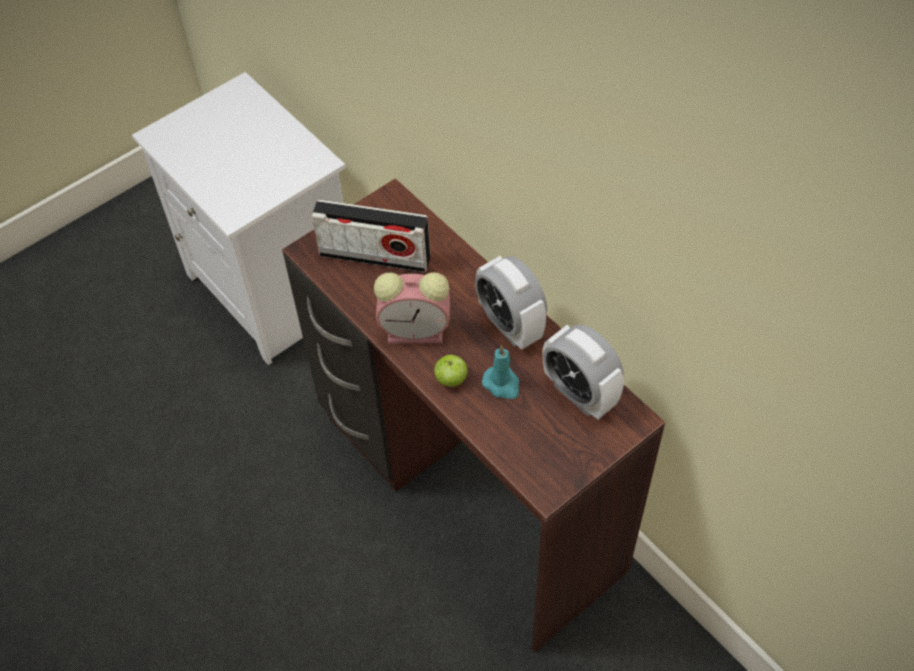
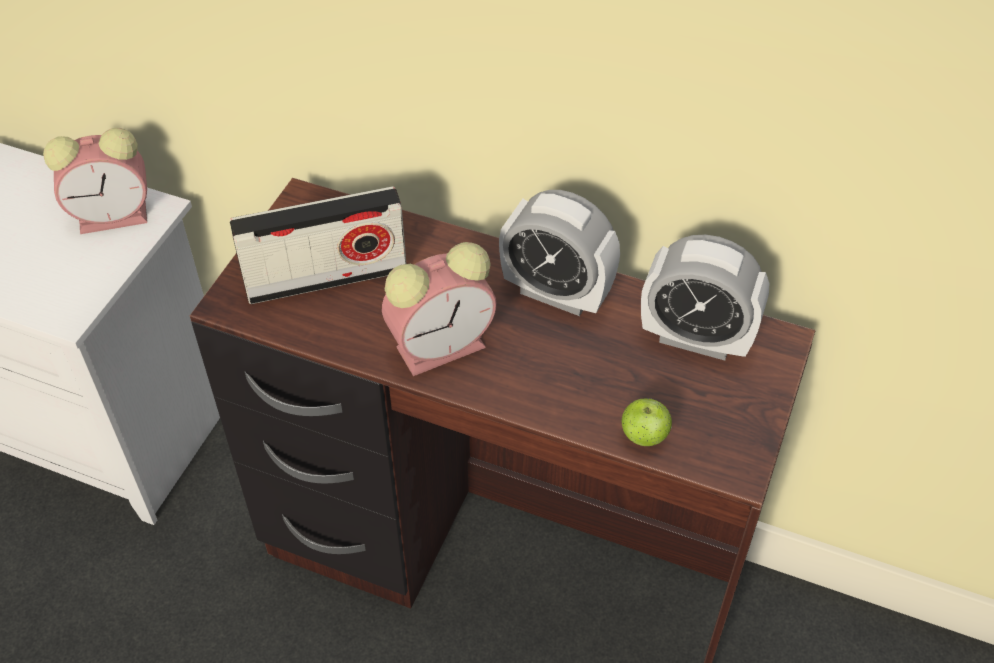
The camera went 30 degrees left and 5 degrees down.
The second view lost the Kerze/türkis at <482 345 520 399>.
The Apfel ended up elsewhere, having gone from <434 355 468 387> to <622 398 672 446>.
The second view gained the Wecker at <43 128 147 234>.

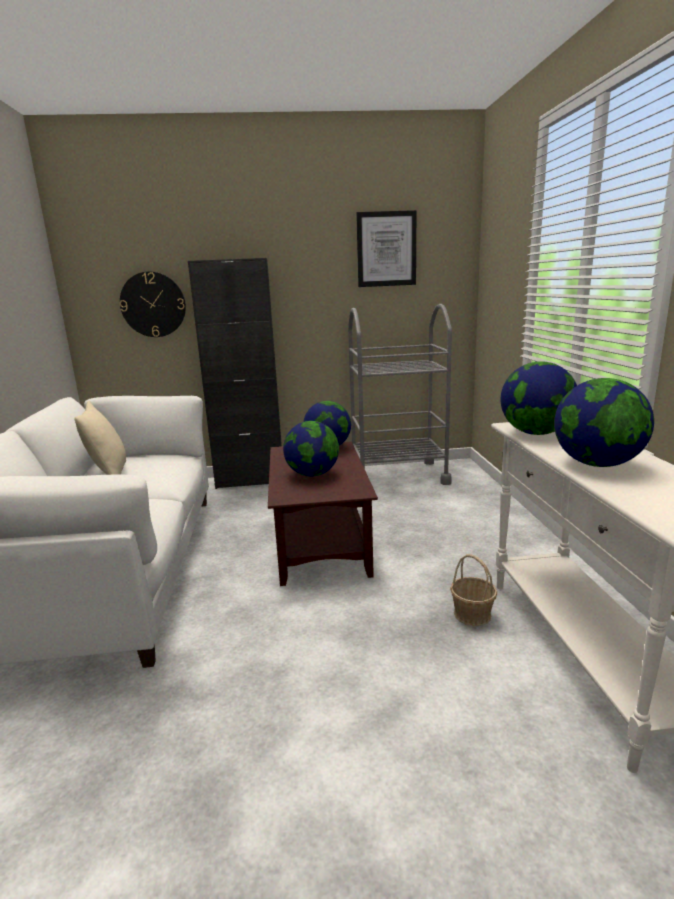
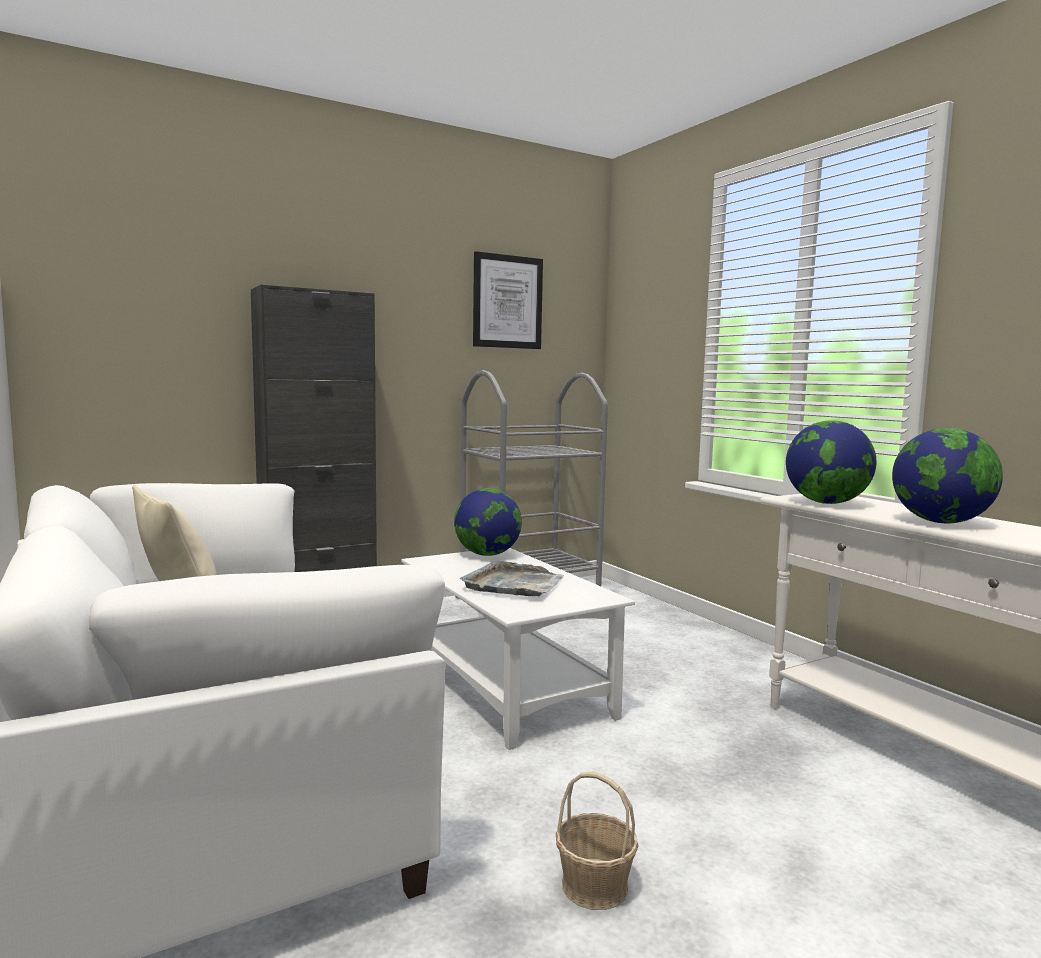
The camera went 25 degrees left and 10 degrees down.
The second view lost the Wanduhr at <120 272 186 337>.
Where the Globus stood at <283 421 339 477>, the Tablett/grau came to stand at <460 561 564 596>.
What was the Couchtisch/braun at <268 442 378 586> turned into the Couchtisch/weiß at <401 548 635 750>.
The Korb ended up elsewhere, having gone from <450 554 497 626> to <556 772 639 910>.

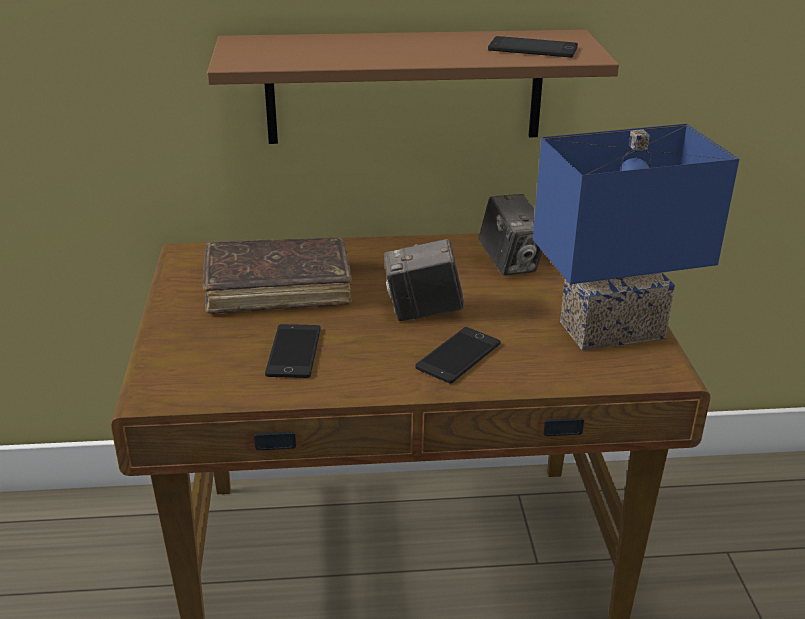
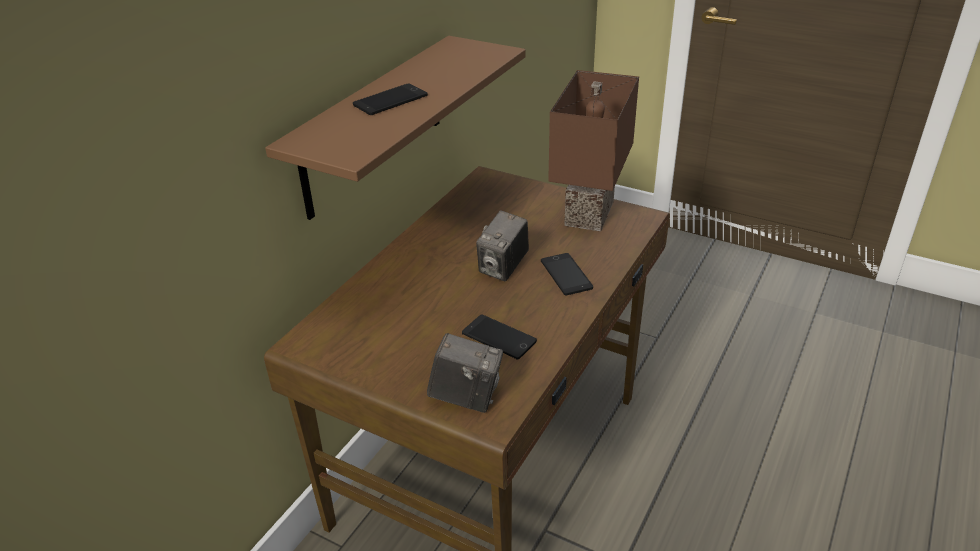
The camera went 55 degrees left and 5 degrees up.
The Handy ended up elsewhere, having gone from <488 36 578 58> to <353 83 428 115>.
What was the Tischlampe/blau at <533 124 739 351> turned into the Tischlampe/braun at <548 70 639 232>.
The Kamera ended up elsewhere, having gone from <478 194 542 276> to <427 333 503 413>.
The second view lost the Buch/braun at <203 237 352 314>.

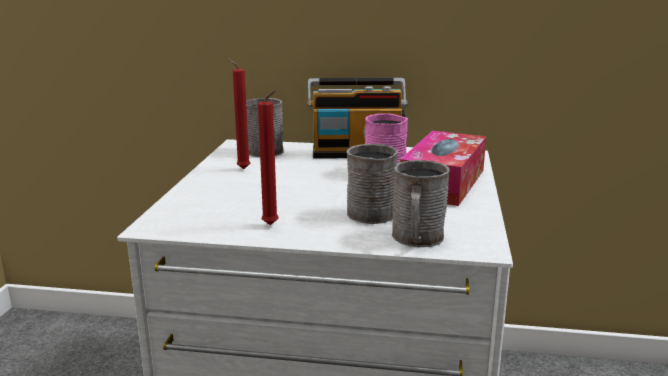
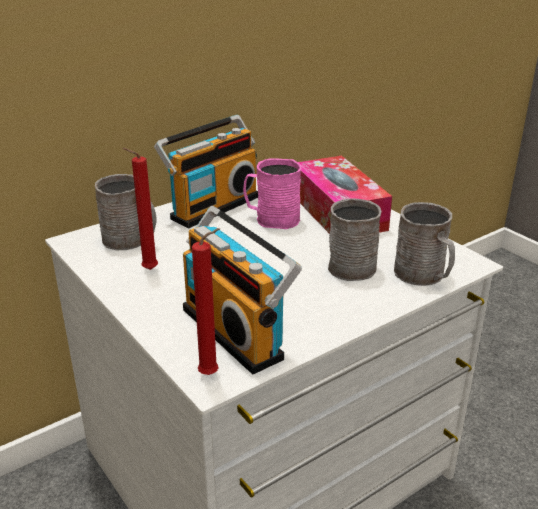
The camera went 45 degrees left and 10 degrees up.
The Kerze/rot ended up elsewhere, having gone from <258 90 279 225> to <192 228 220 375>.
The second view gained the Radio at <183 206 302 374>.

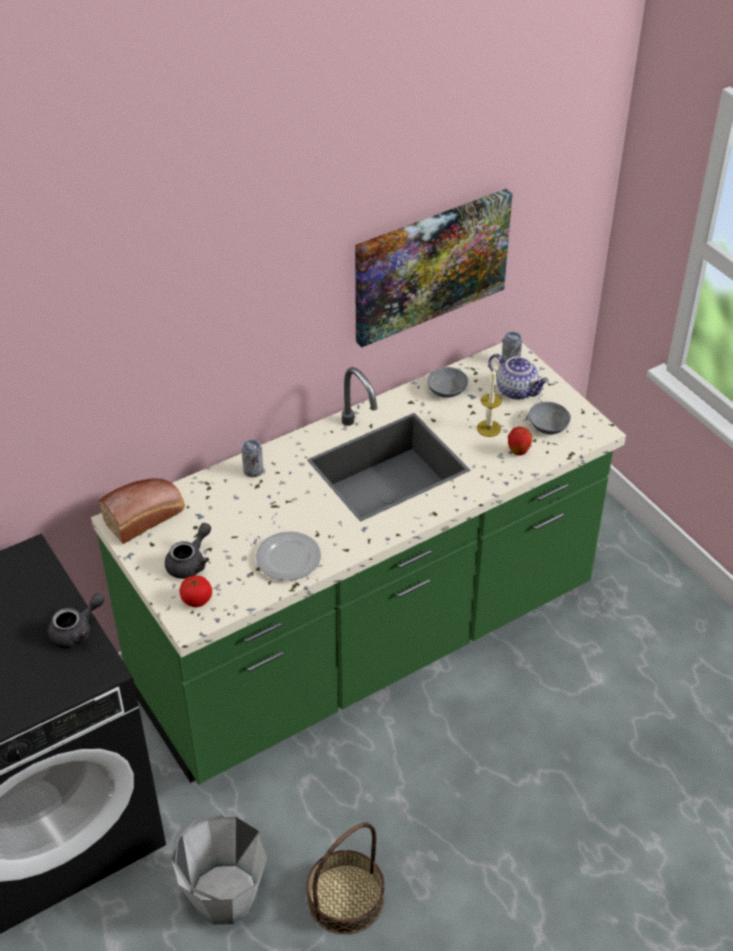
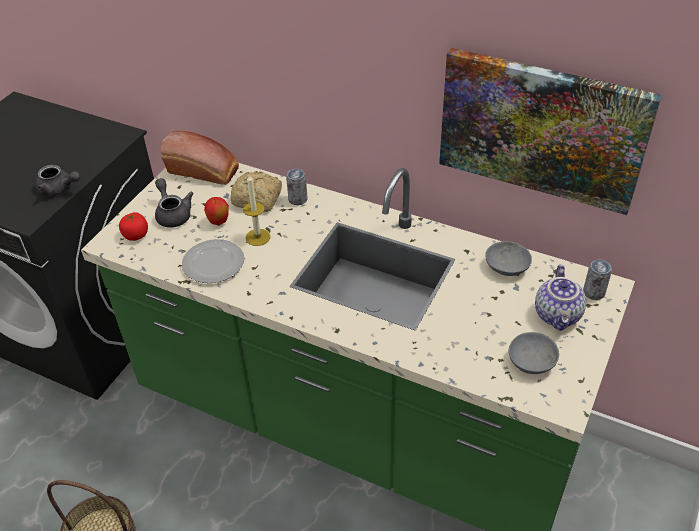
The camera went 60 degrees right and 0 degrees up.
The Kerze ended up elsewhere, having gone from <477 369 502 437> to <243 175 270 246>.
The Apfel ended up elsewhere, having gone from <508 427 532 456> to <204 197 229 225>.
The Teekanne/grau at <165 523 211 579> ended up facing another way, 120 degrees counterclockwise from before.
The second view lost the Eimer/grau at <171 815 268 925>.
The second view gained the Brot at <231 171 282 212>.

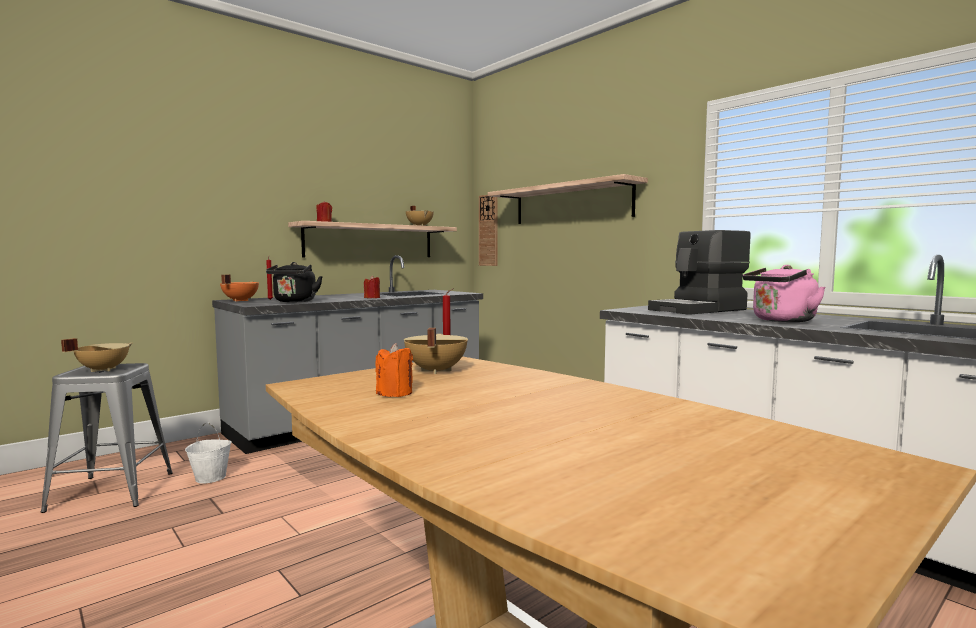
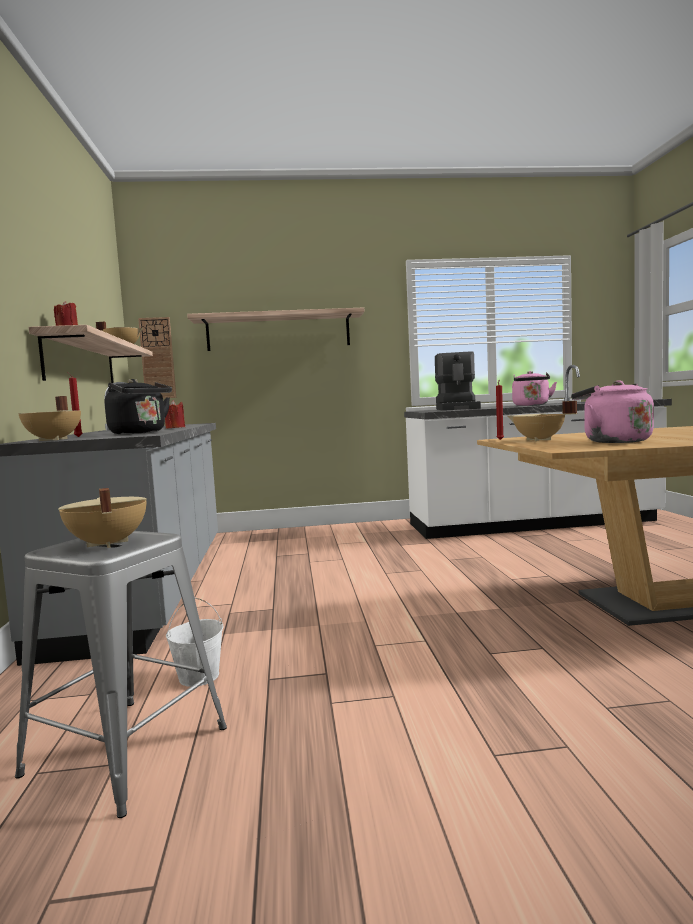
The camera went 55 degrees left and 0 degrees up.
What was the Kochtopf/orange at <220 274 259 302> turned into the Kochtopf/beige at <18 396 81 441>.
Where the Kerze/orange stood at <375 343 413 397>, the Wasserkessel/rosa came to stand at <571 380 654 443>.

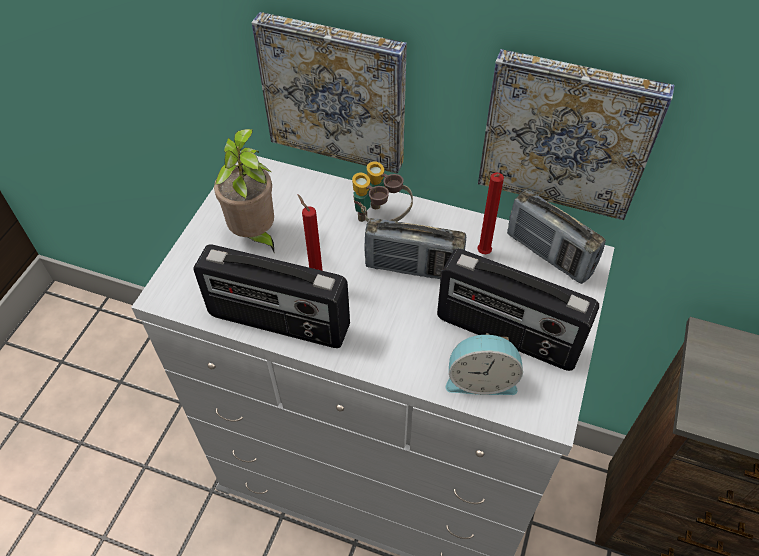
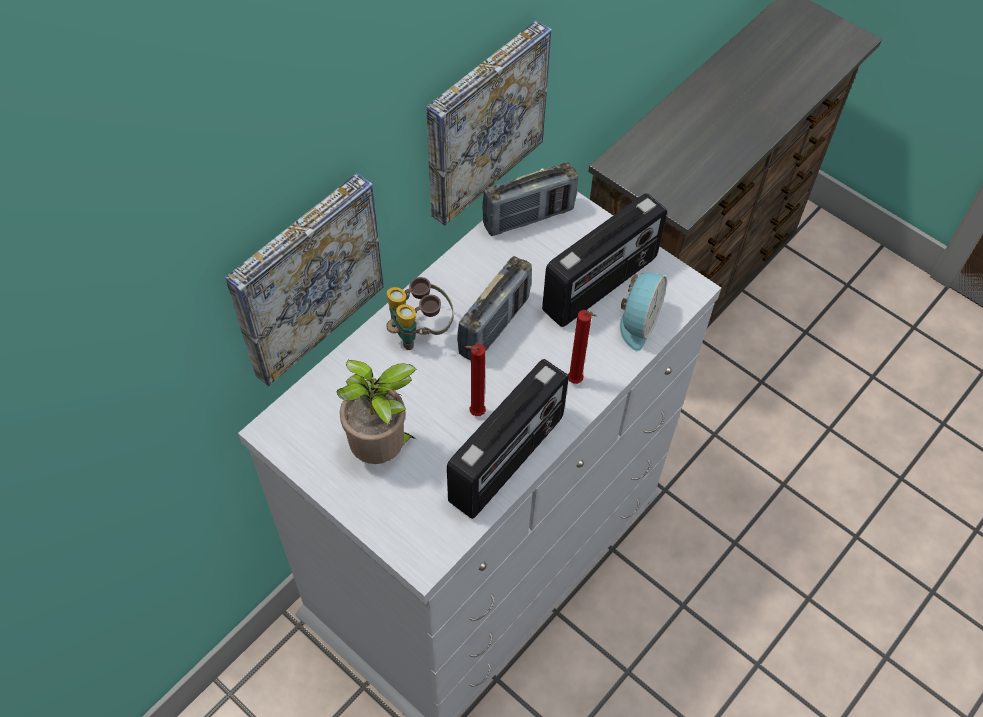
The camera went 70 degrees left and 5 degrees up.
The Kerze/rot ended up elsewhere, having gone from <477 172 504 254> to <568 310 597 384>.

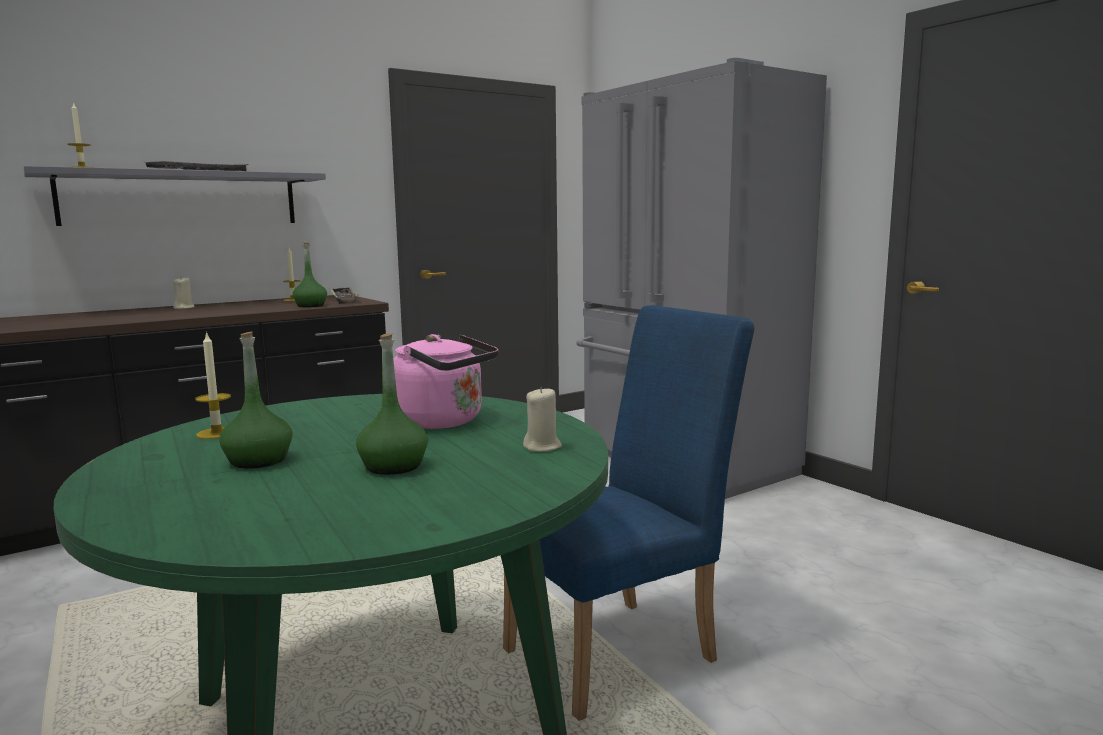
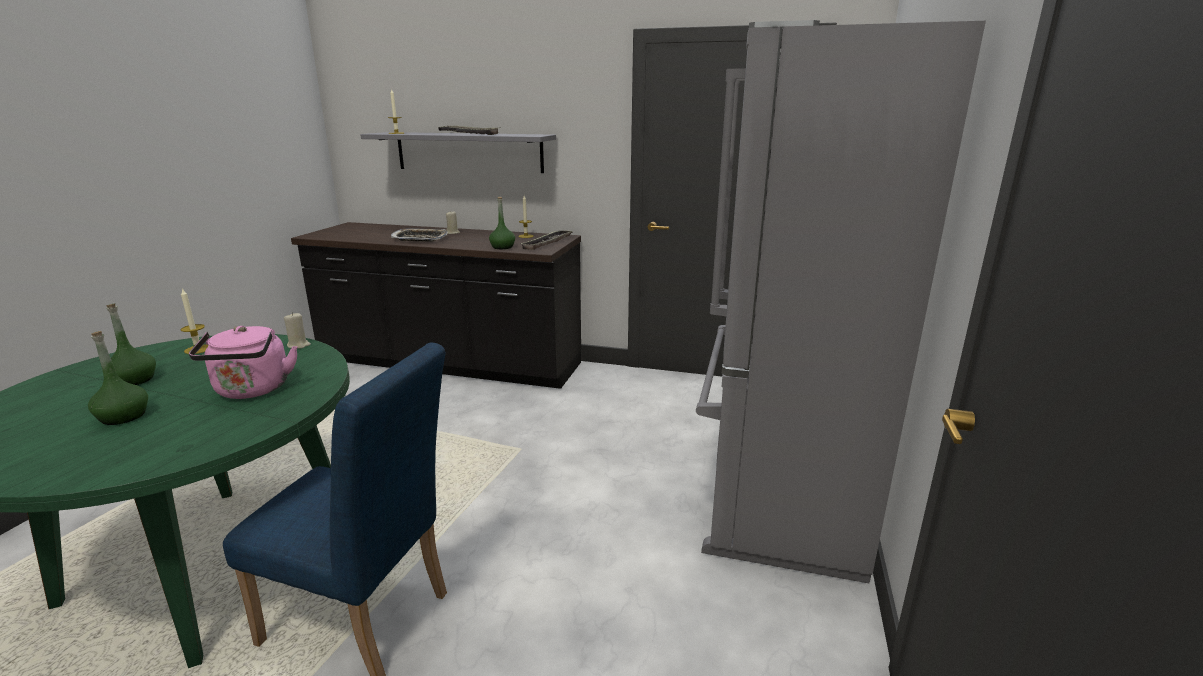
The camera went 50 degrees right and 10 degrees up.
The Kerze/beige ended up elsewhere, having gone from <523 387 562 452> to <284 312 311 349>.
The second view gained the Tablett at <391 228 448 242>.

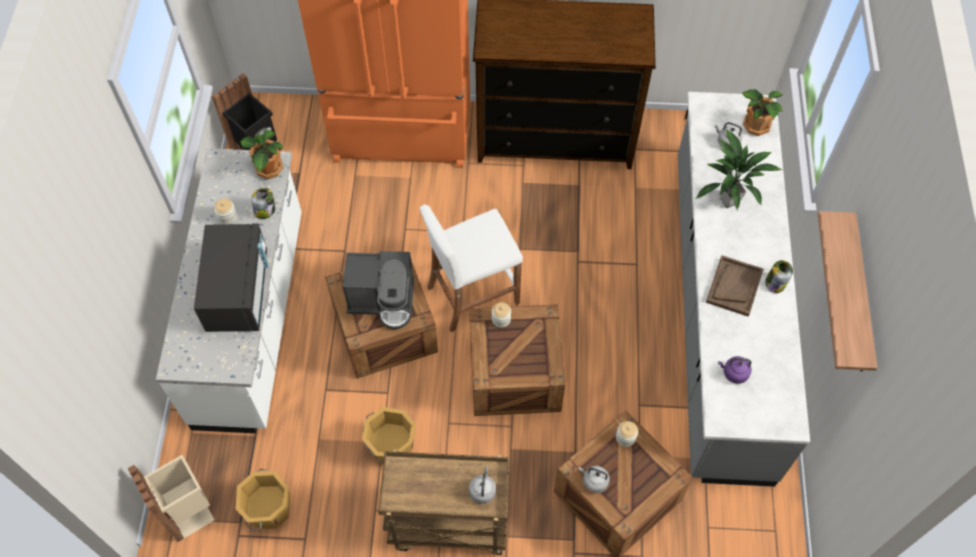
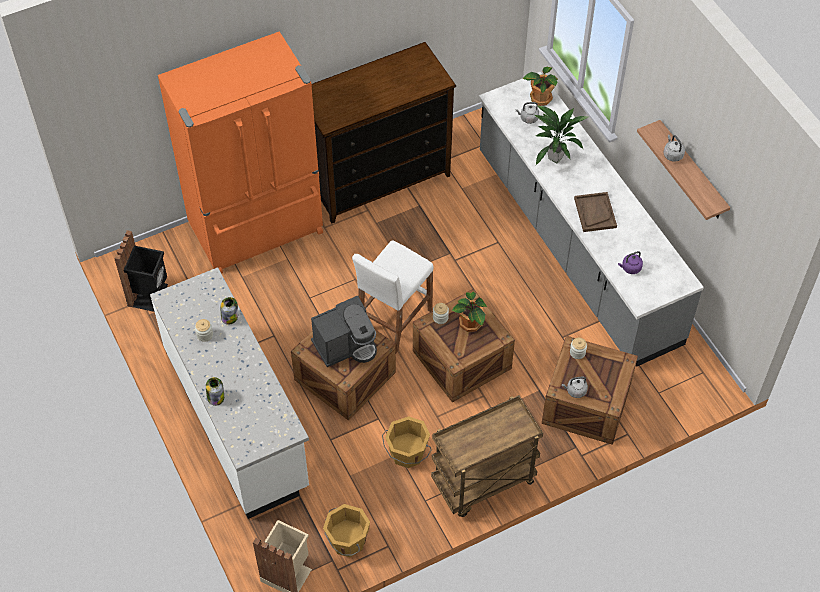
The camera went 30 degrees left and 5 degrees down.
The Topfpflanze ended up elsewhere, having gone from <241 130 284 179> to <452 292 487 332>.
The second view lost the Mikrowelle/schwarz at <194 223 268 332>.
The Vorratsglas ended up elsewhere, having gone from <765 260 793 293> to <206 377 224 406>.
The Wasserkessel/grau ended up elsewhere, having gone from <469 466 496 504> to <664 135 685 162>.

